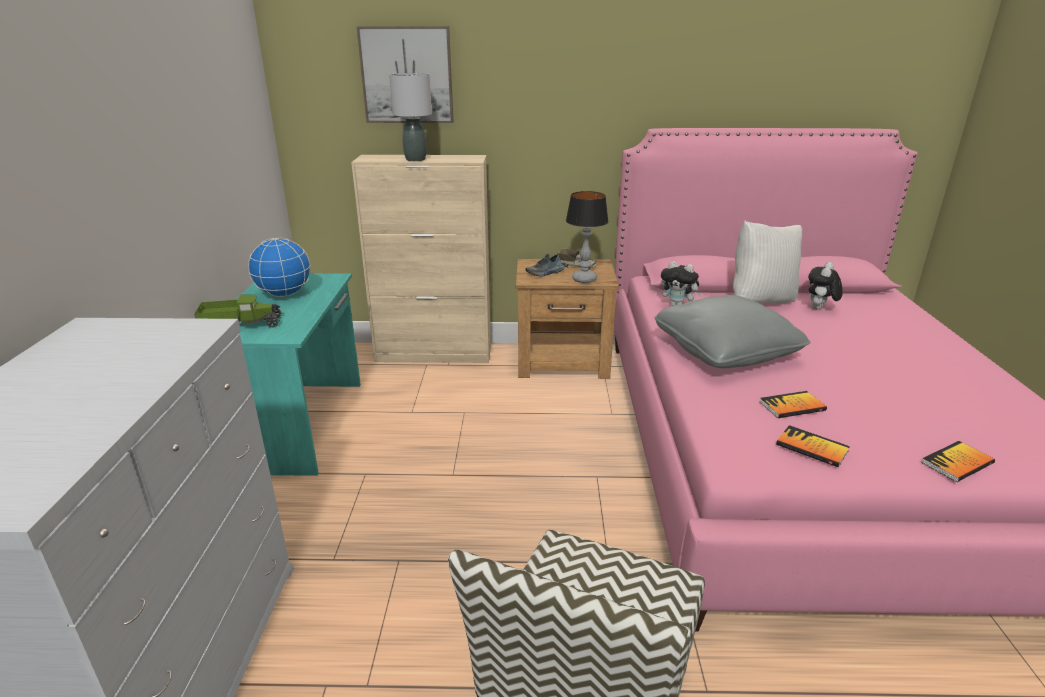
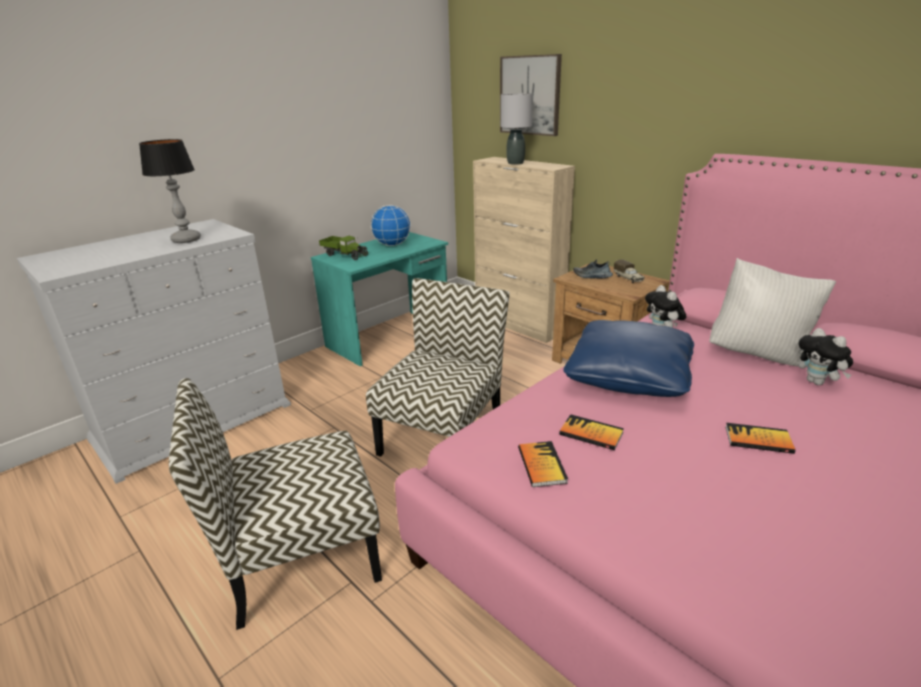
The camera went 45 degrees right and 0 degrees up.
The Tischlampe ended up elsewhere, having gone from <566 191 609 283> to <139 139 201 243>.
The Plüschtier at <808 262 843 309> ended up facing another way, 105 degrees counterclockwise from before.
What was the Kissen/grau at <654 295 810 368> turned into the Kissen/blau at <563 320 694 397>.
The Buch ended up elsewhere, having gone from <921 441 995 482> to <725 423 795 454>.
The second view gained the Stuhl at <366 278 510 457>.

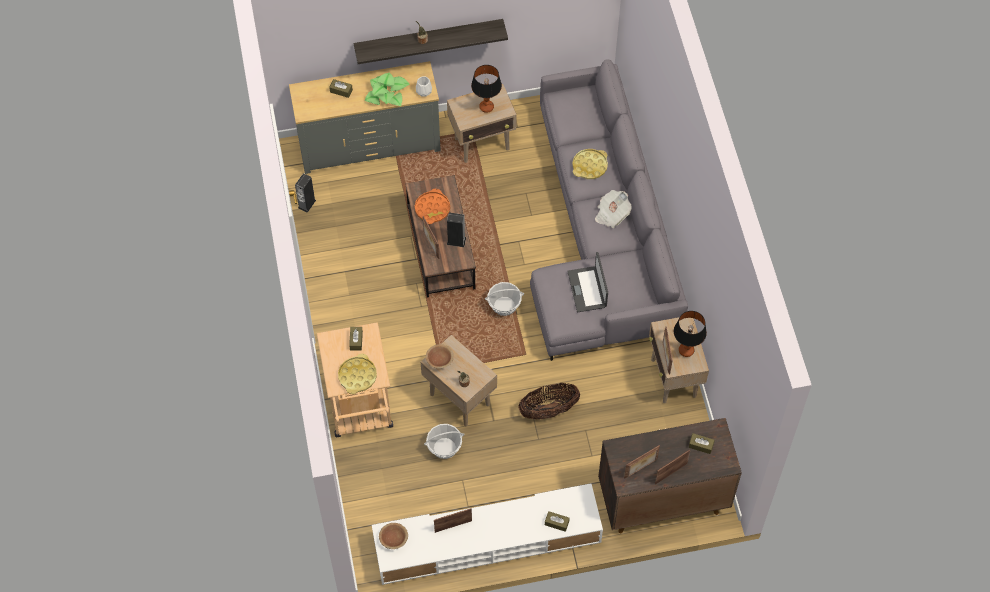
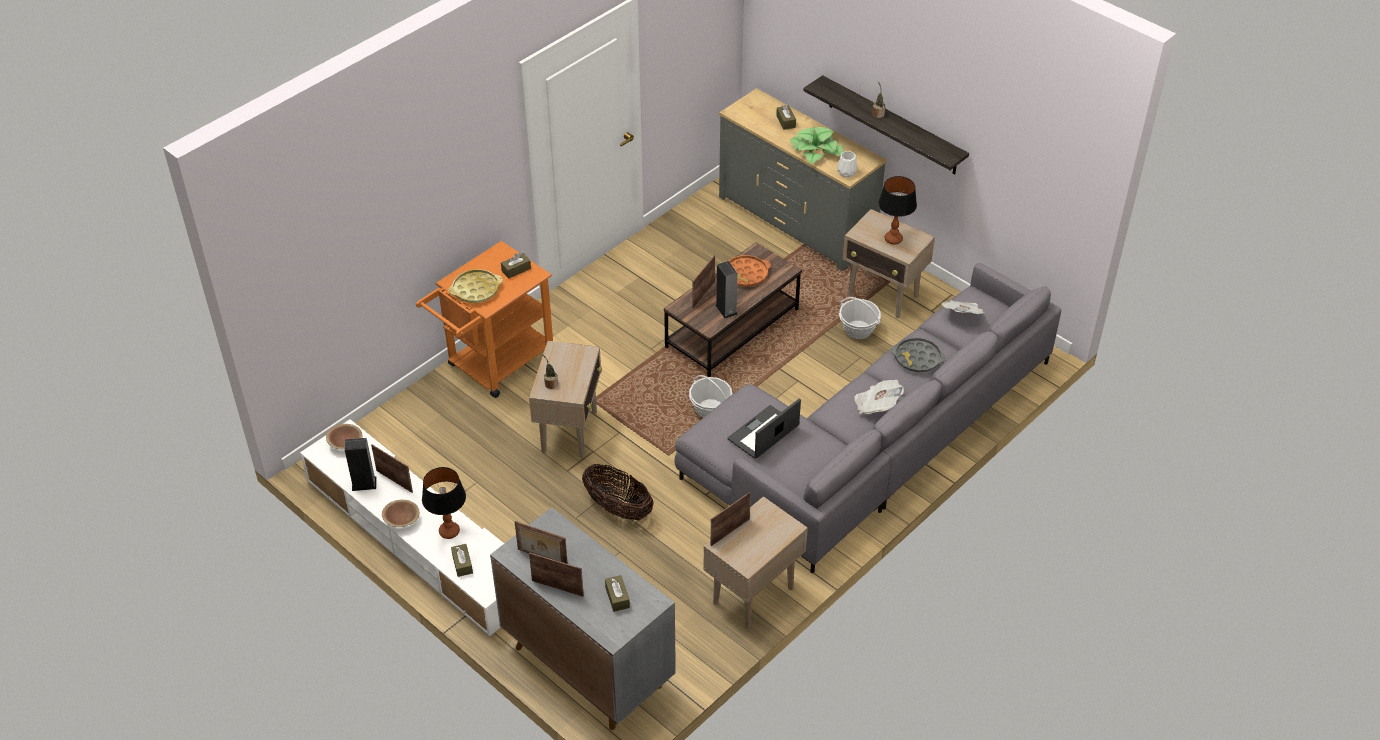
The camera went 55 degrees right and 15 degrees down.
What was the Tablett/gelb at <572 149 608 179> turned into the Tablett/grau at <891 337 946 373>.
The Lautsprecher ended up elsewhere, having gone from <295 173 316 213> to <345 438 377 491>.
The Tischlampe ended up elsewhere, having gone from <674 311 707 357> to <422 467 466 539>.
What was the Rollwagen/beige at <317 322 393 437> turned into the Rollwagen/orange at <416 241 553 398>.
The Schüssel/braun ended up elsewhere, having gone from <426 344 454 369> to <382 500 420 527>.
What was the Schrank/braun at <598 418 742 533> turned into the Schrank/grau at <490 507 676 730>.
The Korb ended up elsewhere, having gone from <424 424 464 459> to <839 297 881 339>.
The second view gained the Zeitung at <942 300 984 314>.

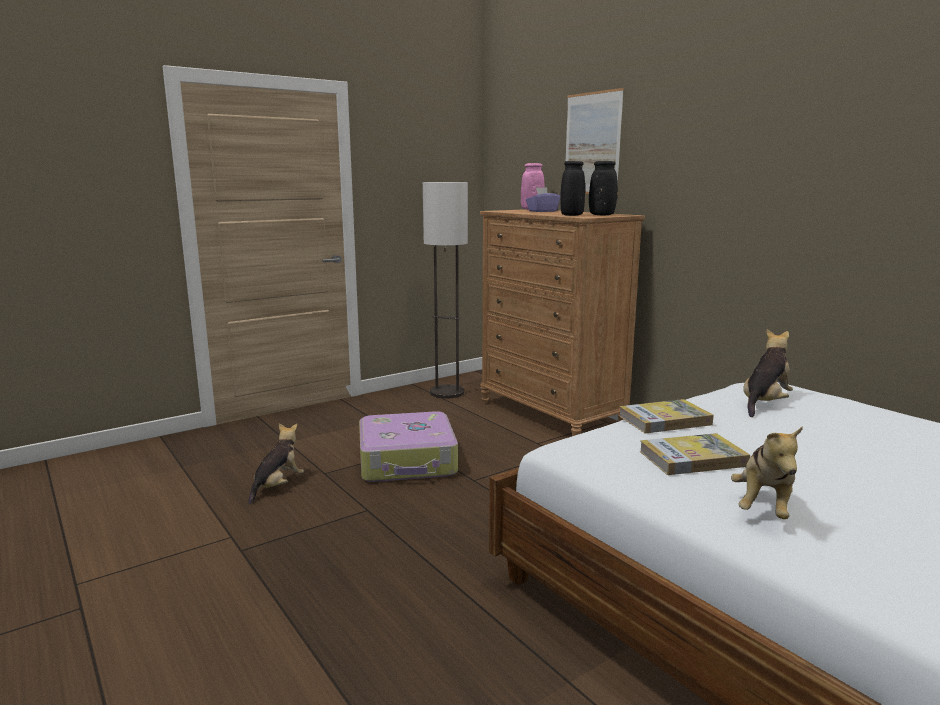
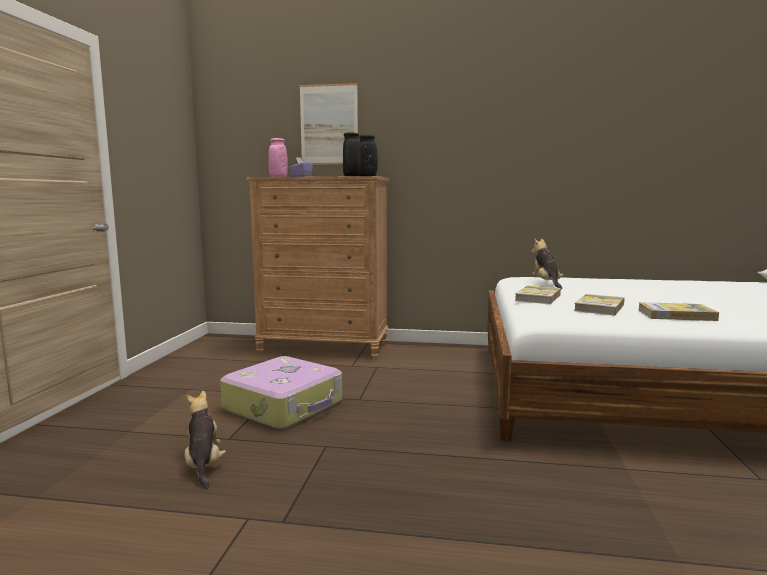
The camera went 45 degrees left and 5 degrees down.
The second view lost the Stehlampe at <423 182 468 398>.
Where the Plüschtier stood at <731 426 803 519>, the Buch came to stand at <638 302 719 321>.

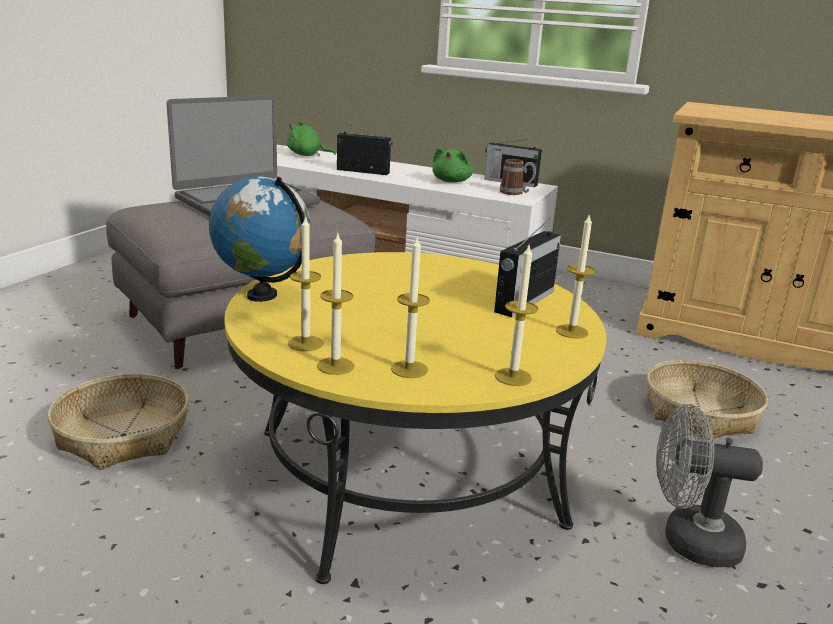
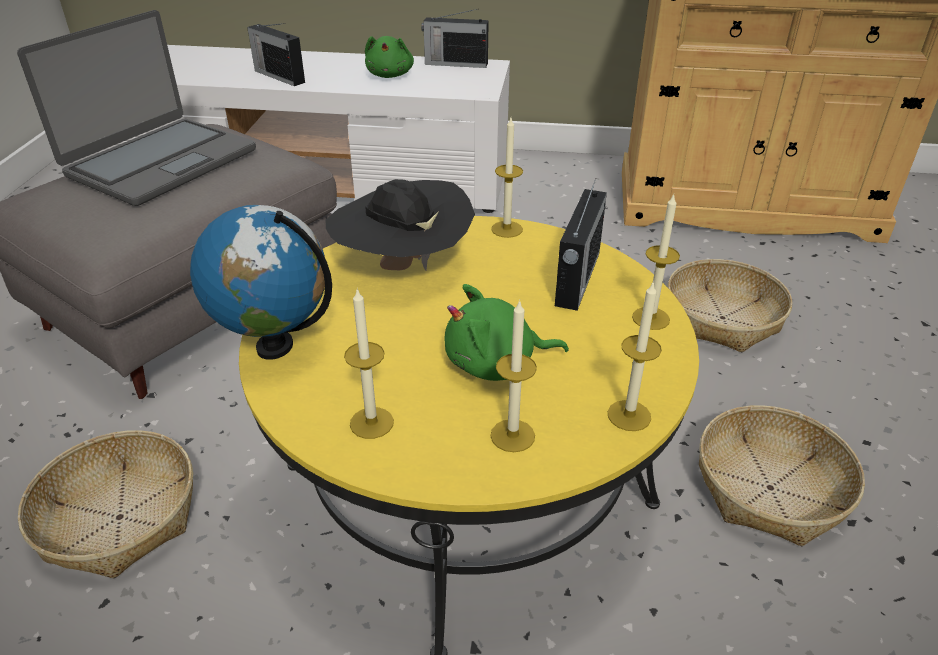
The camera went 15 degrees left and 15 degrees up.
The Plüschtier/grün ended up elsewhere, having gone from <287 121 336 156> to <445 284 569 381>.
The Radio at <337 124 393 175> ended up facing another way, 135 degrees counterclockwise from before.
The second view lost the Henkelbecher at <500 159 536 195>.
The Kerze ended up elsewhere, having gone from <317 233 354 375> to <491 118 523 238>.
Where the Ventilator/grau stood at <656 404 763 567>, the Korb came to stand at <699 405 865 546>.
The second view gained the Hut/schwarz at <325 179 475 270>.

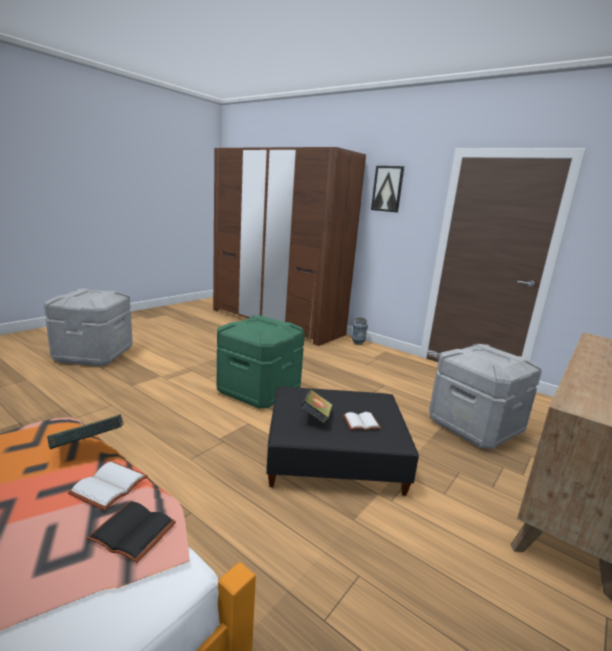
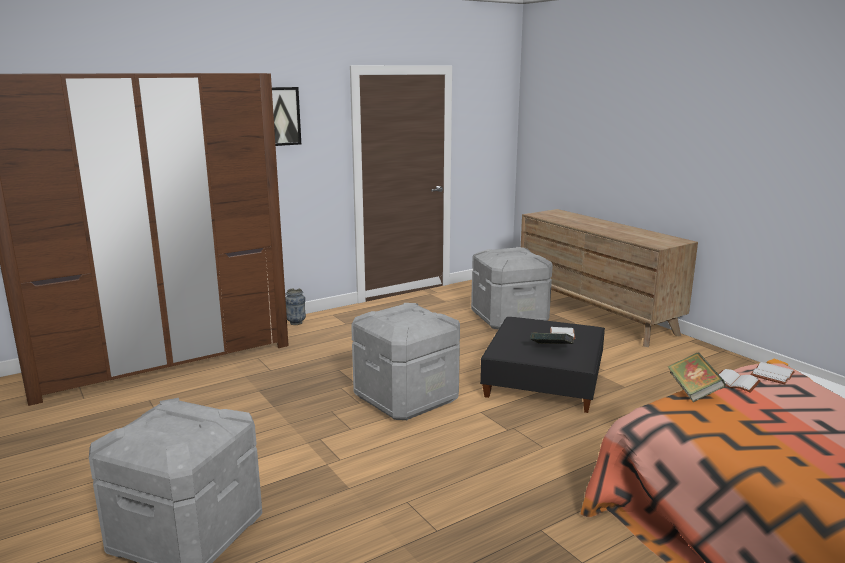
The camera went 70 degrees left and 0 degrees up.
What was the Aufbewahrungsbox/grün at <217 315 305 408> turned into the Aufbewahrungsbox/grau at <351 303 460 420>.
What was the Buch/schwarz at <86 501 176 563> turned into the Buch/weiß at <750 362 795 385>.

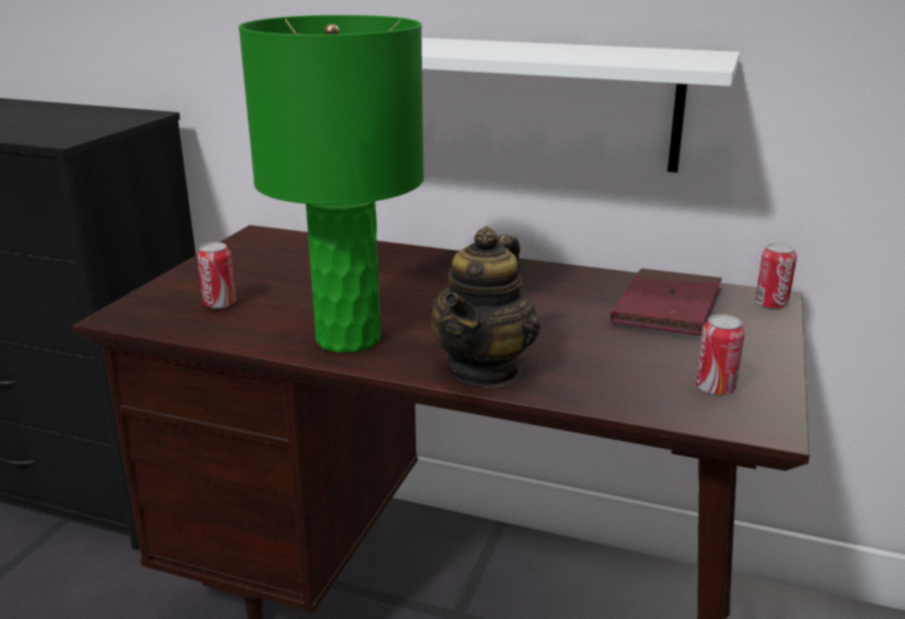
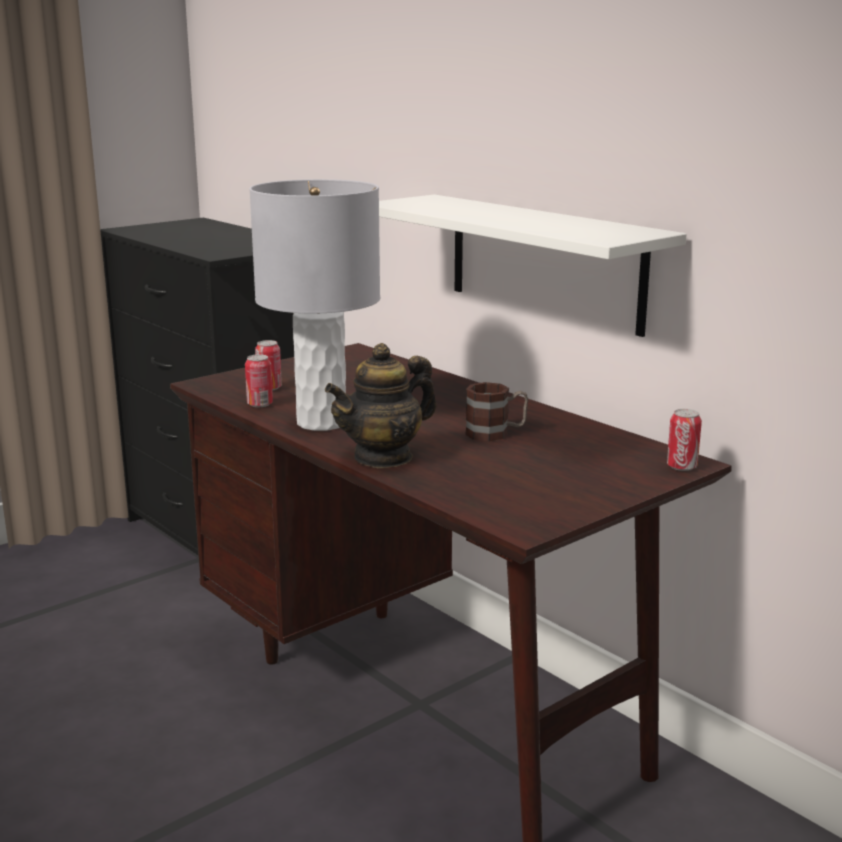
The camera went 30 degrees right and 5 degrees down.
What was the Tischlampe/grün at <239 15 424 353> turned into the Tischlampe/grau at <249 179 380 431>.
The second view lost the Buch/rot at <611 268 722 336>.
The Dose ended up elsewhere, having gone from <696 314 745 396> to <245 354 273 407>.
The second view gained the Henkelbecher at <465 382 528 441>.

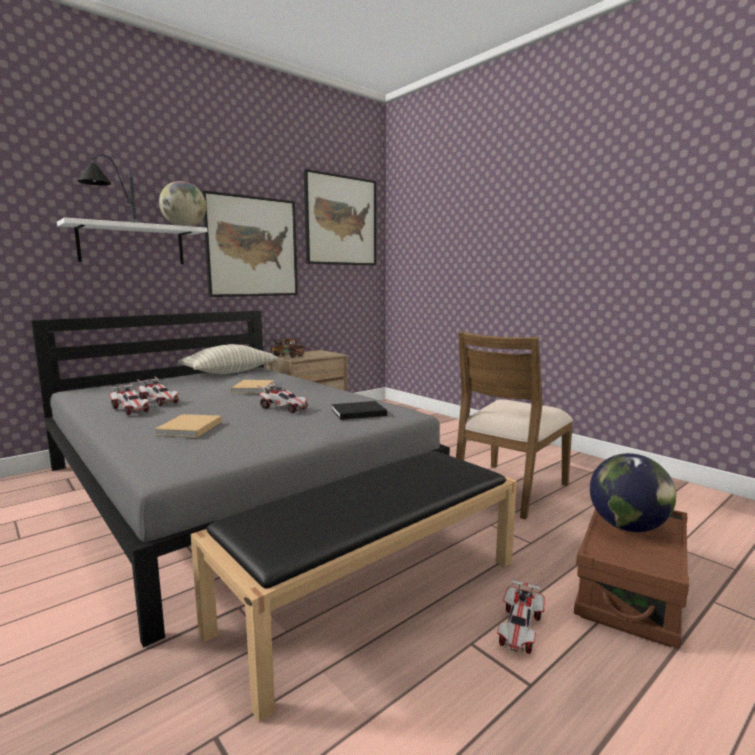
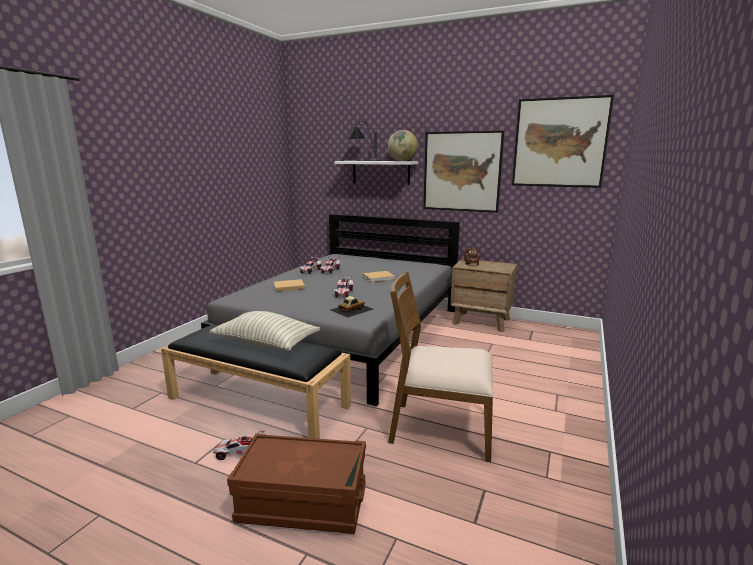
The camera went 65 degrees right and 5 degrees up.
The Kissen ended up elsewhere, having gone from <178 344 279 374> to <209 311 320 351>.
Where the Buch/schwarz stood at <332 401 387 420>, the Spielzeugauto came to stand at <330 296 374 318>.
The second view lost the Globus at <590 453 676 532>.

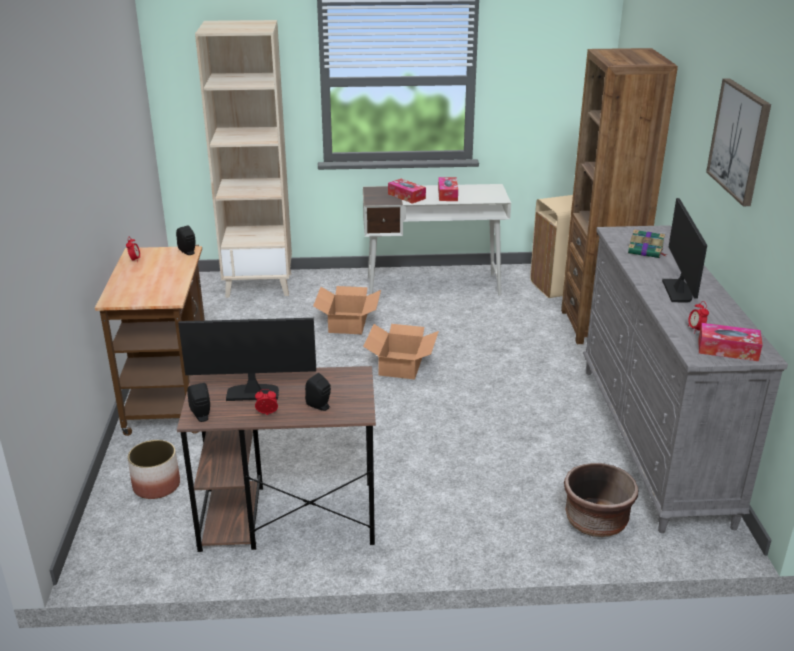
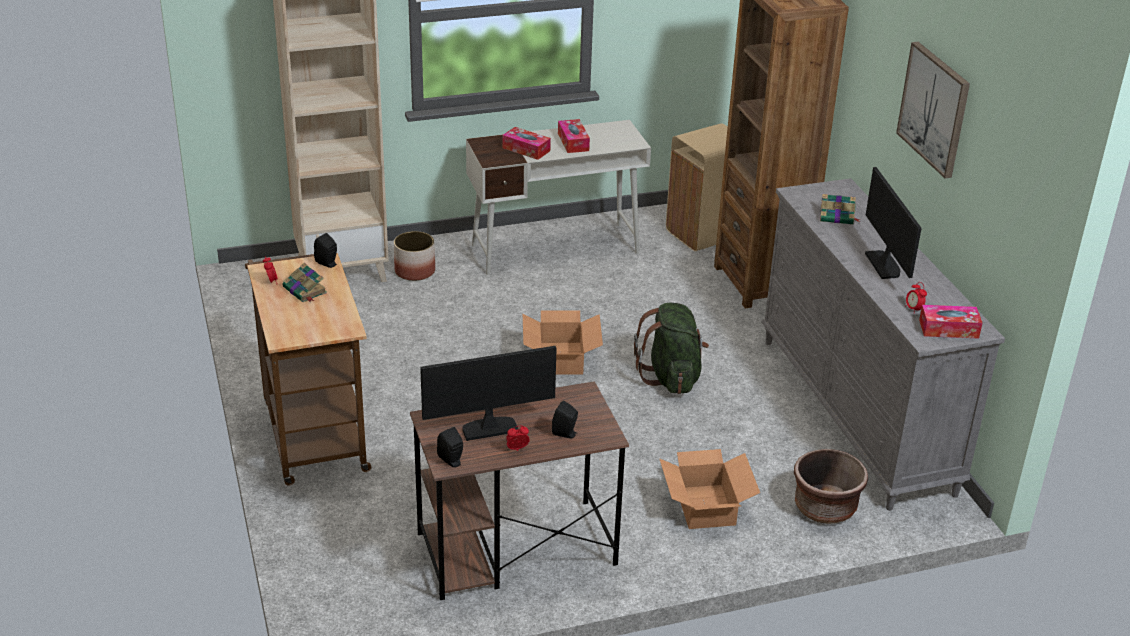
The camera went 15 degrees left and 5 degrees up.
The Karton ended up elsewhere, having gone from <313 286 381 334> to <659 449 760 529>.
The Pflanzkübel ended up elsewhere, having gone from <127 440 180 499> to <394 231 435 281>.
The second view gained the Buch at <283 263 327 302>.
The second view gained the Rucksack/grün at <634 303 709 394>.

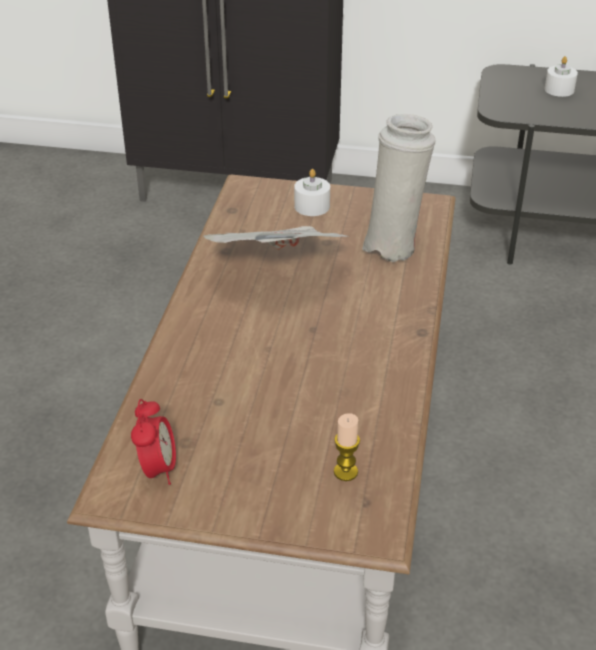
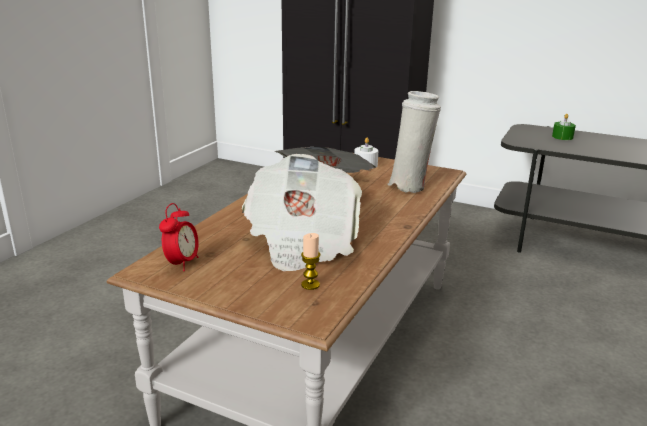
The camera went 15 degrees right and 15 degrees down.
What was the Kerze/weiß at <544 56 578 97> turned into the Kerze/grün at <552 114 576 140>.
The second view gained the Zeitung at <242 154 362 271>.

